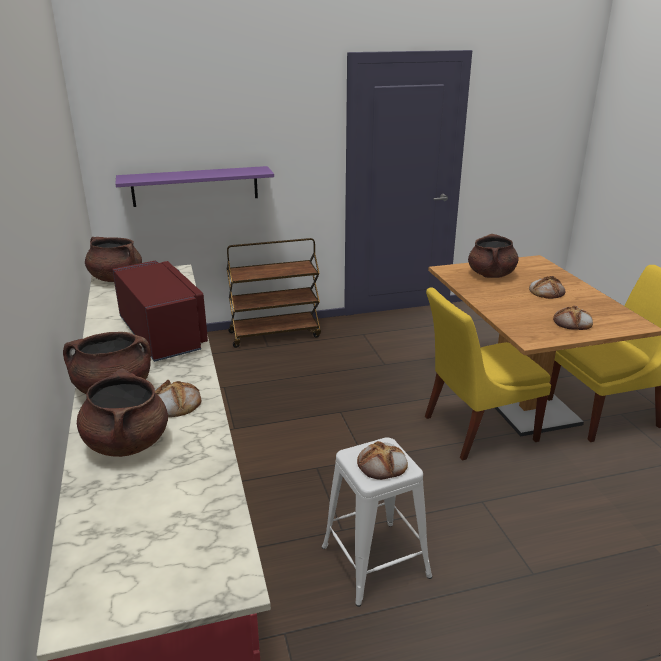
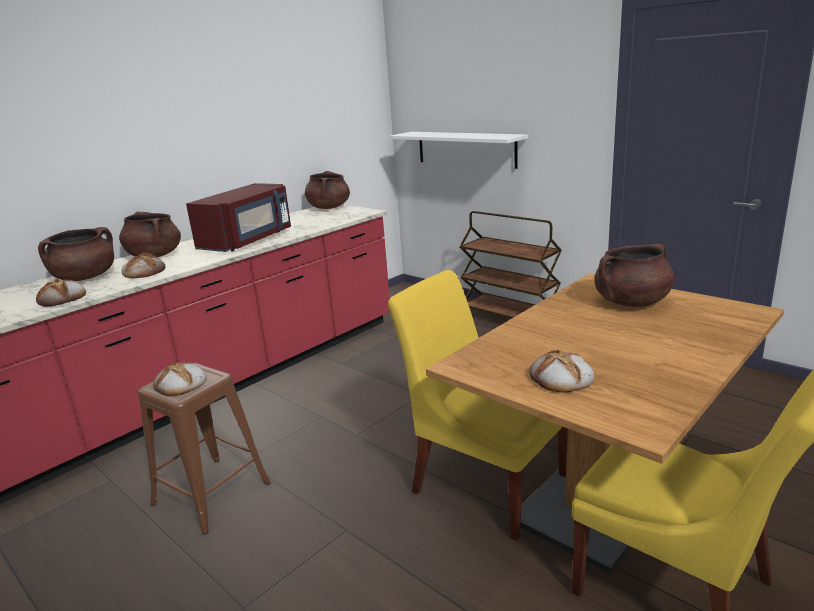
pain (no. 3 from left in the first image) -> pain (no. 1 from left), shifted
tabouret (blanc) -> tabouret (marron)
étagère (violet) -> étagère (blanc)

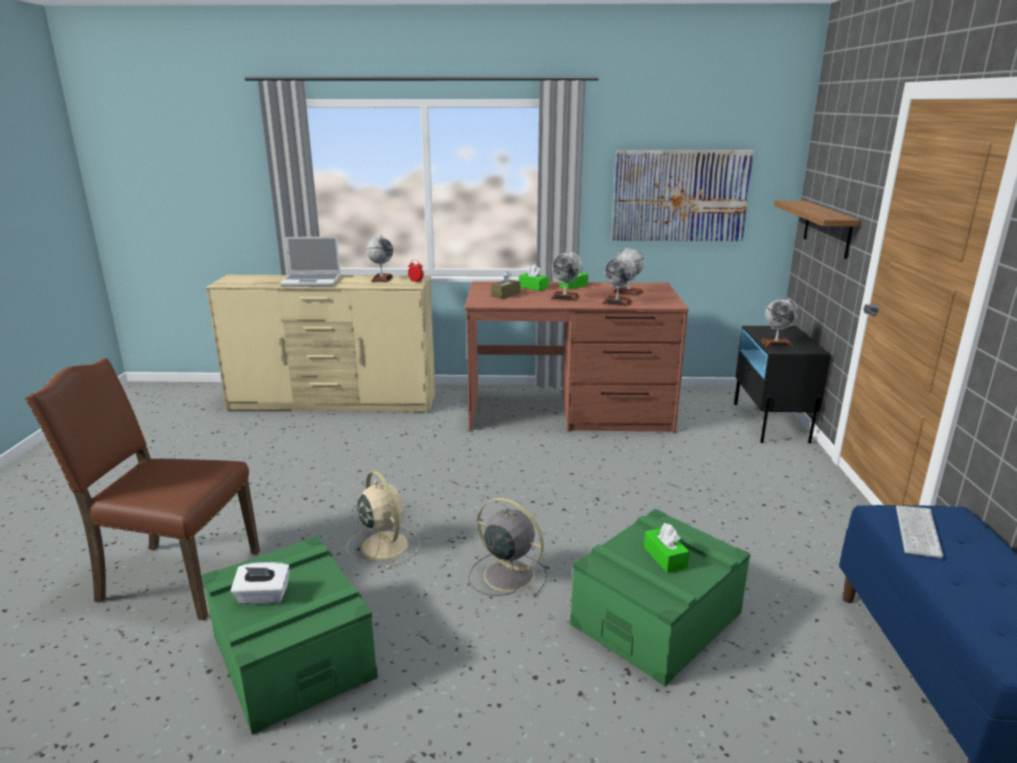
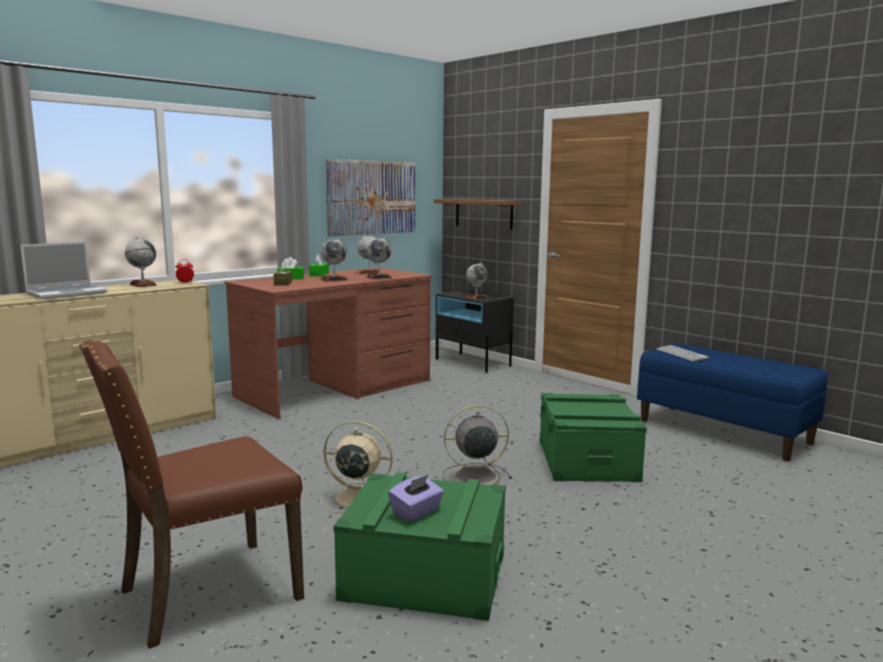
boîte à mouchoirs (blanc) -> boîte à mouchoirs (violet)
boîte à mouchoirs (vert) (no. 3 from left) -> none

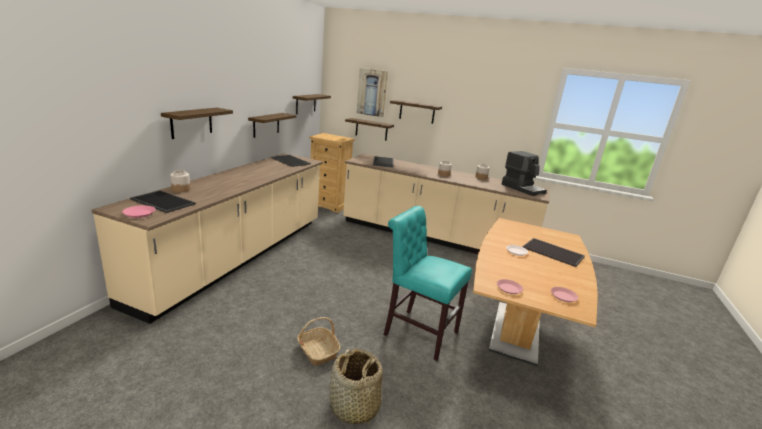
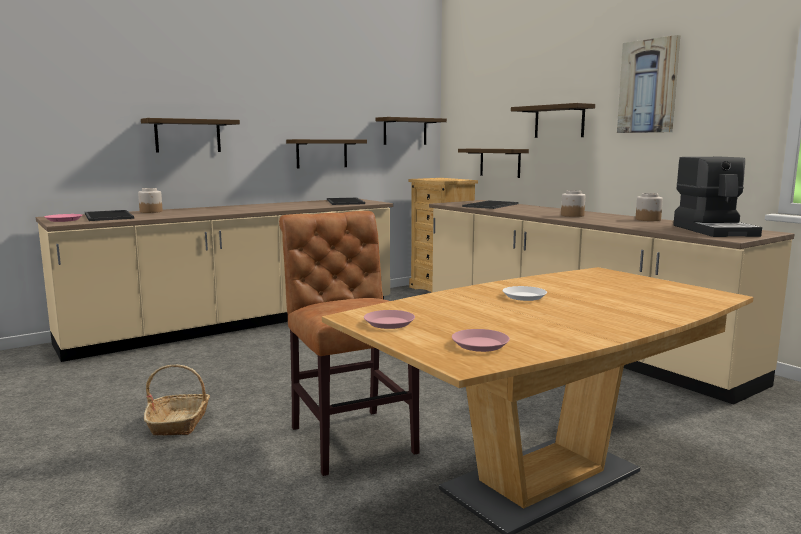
chaise (turquoise) -> chaise (marron)
tableau, shifted
panier (no. 2 from left) -> none
plateau (no. 4 from left) -> none

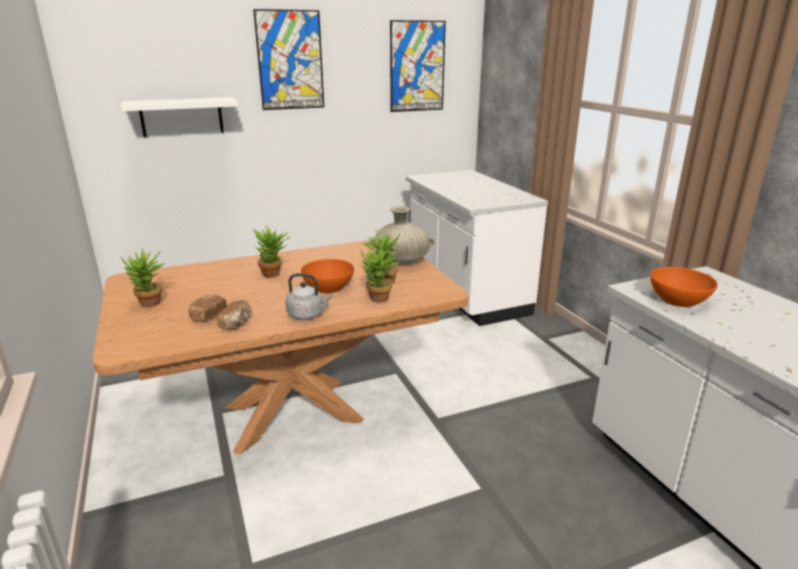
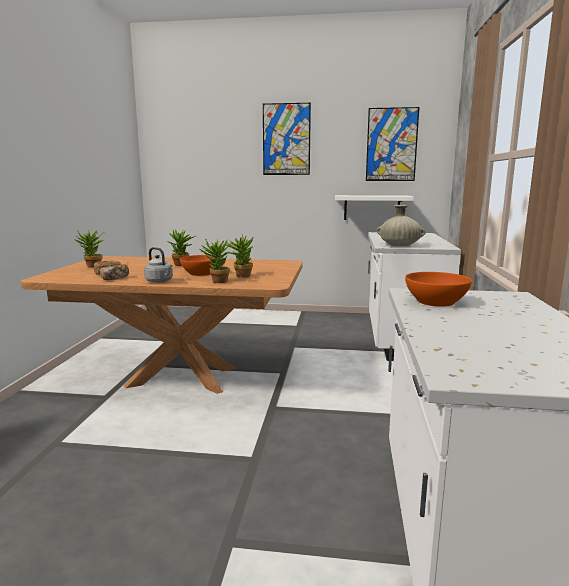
étagère (blanc), shifted
vase (beige), shifted

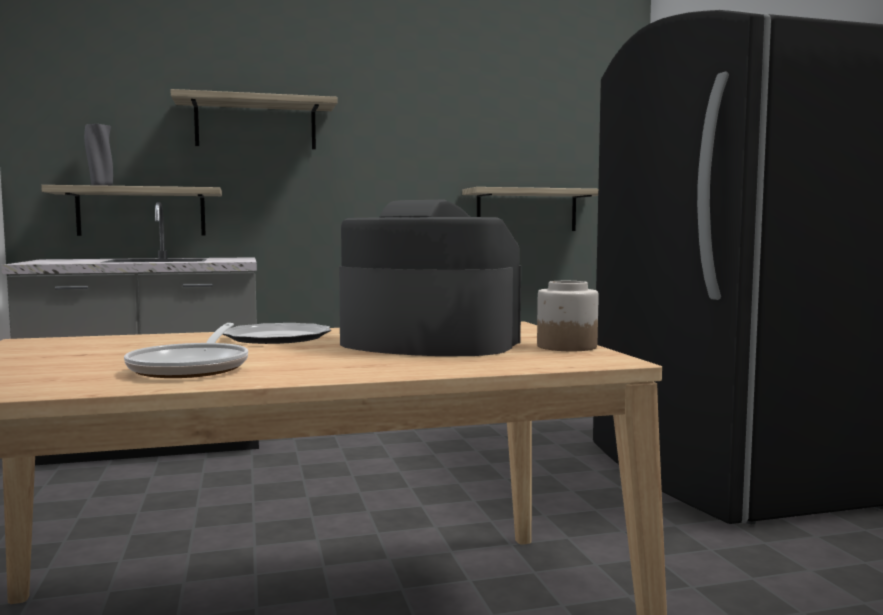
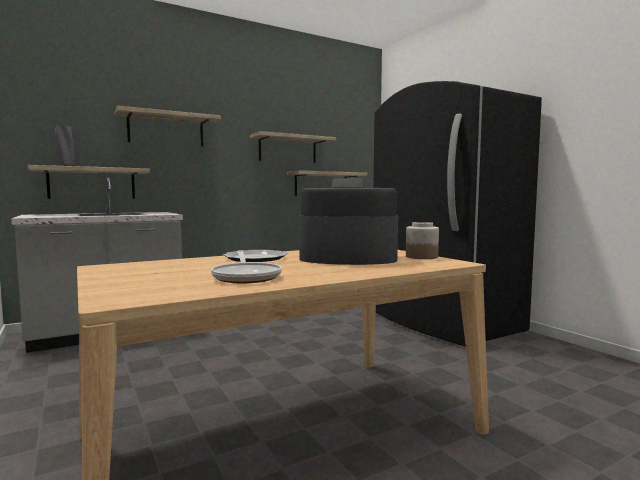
none -> étagère (no. 3 from left)

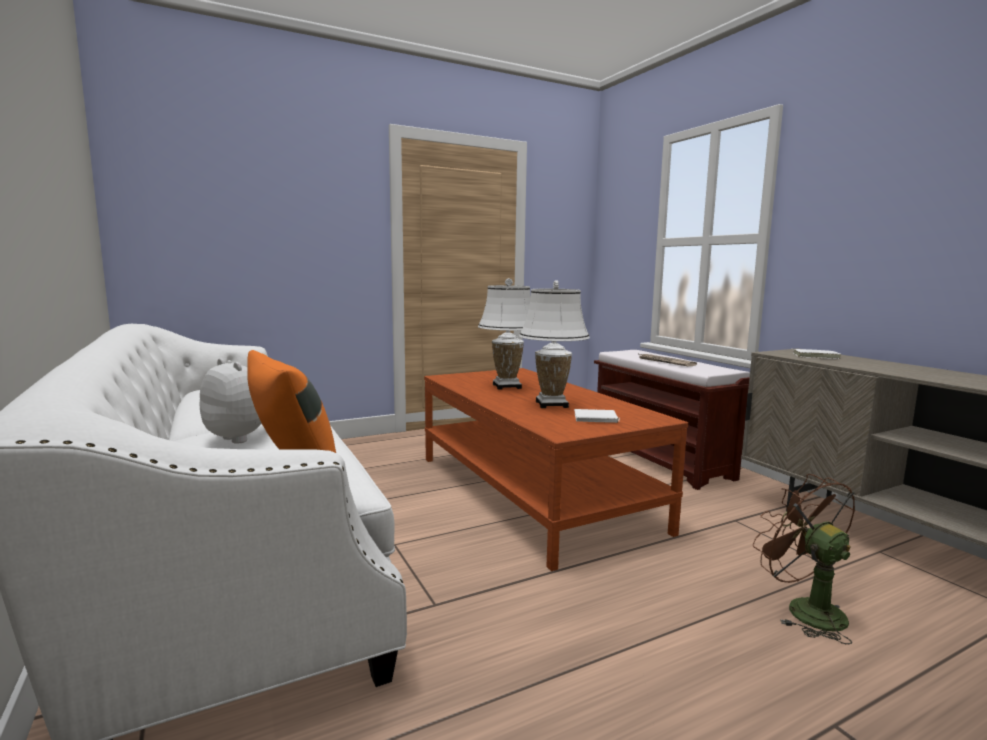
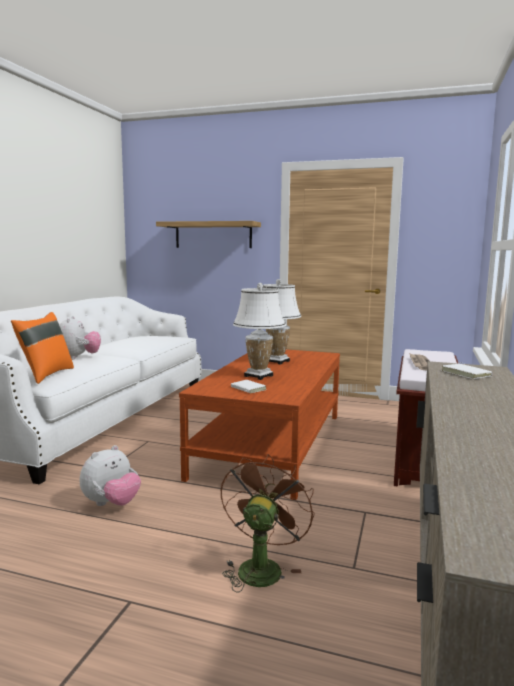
none -> peluche (no. 2 from left)
none -> étagère

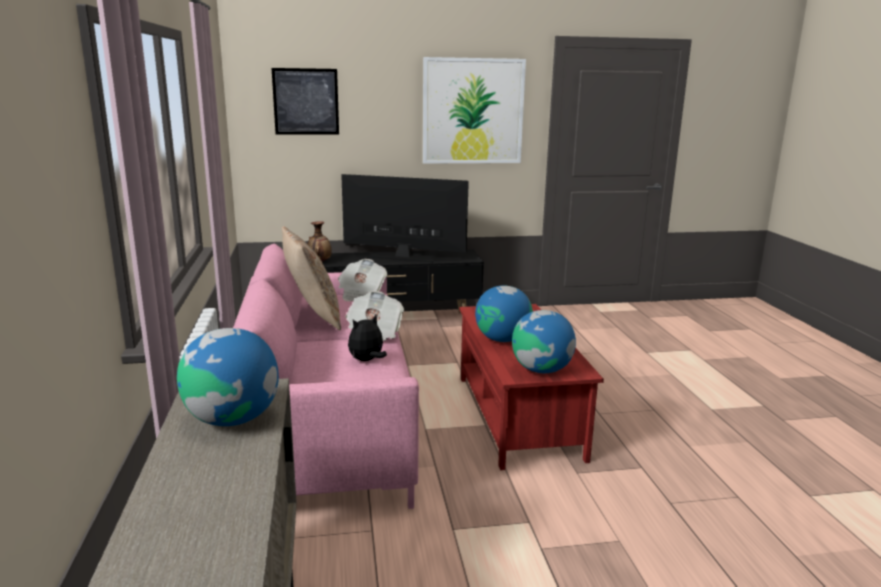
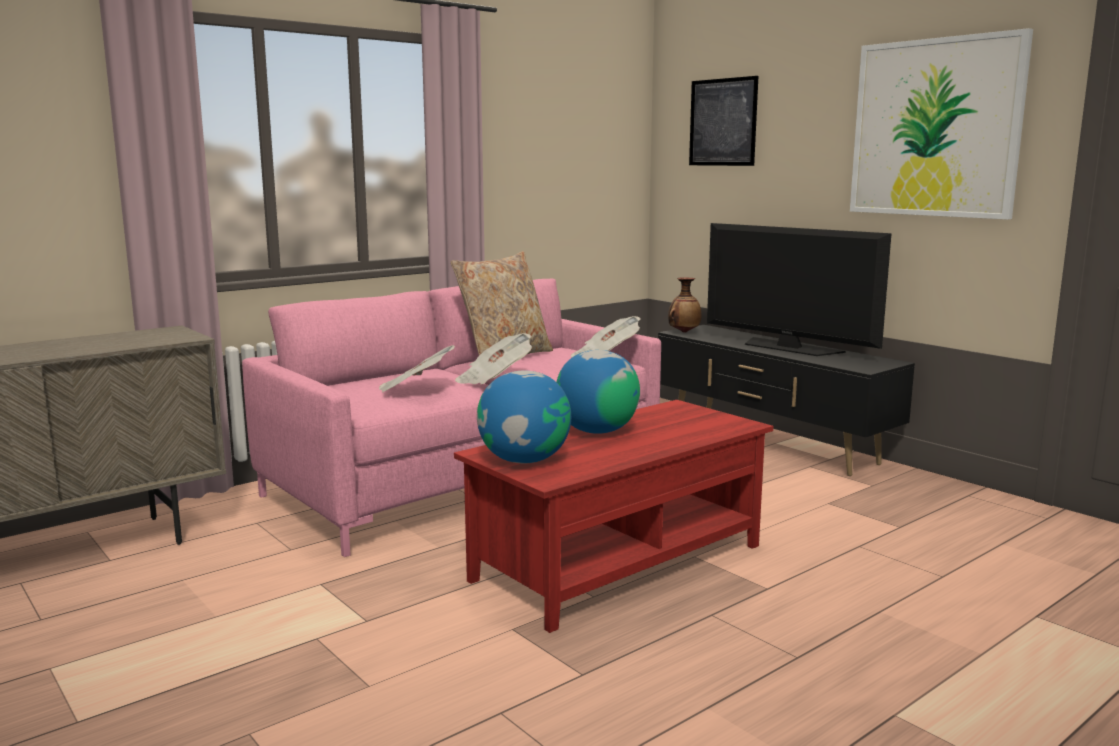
peluche -> journal (no. 1 from left)
téléviseur, 150 degrees clockwise
globe (no. 1 from left) -> none

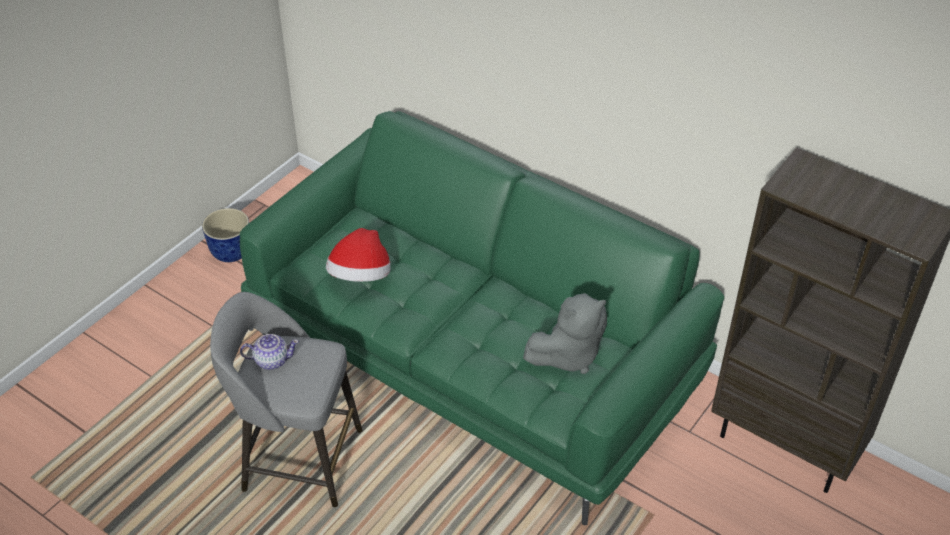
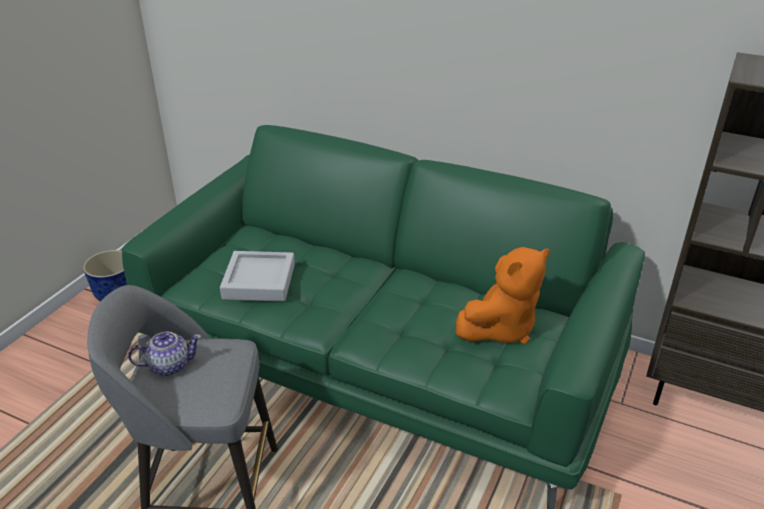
chapeau -> plateau (gris)
peluche (gris) -> peluche (orange)

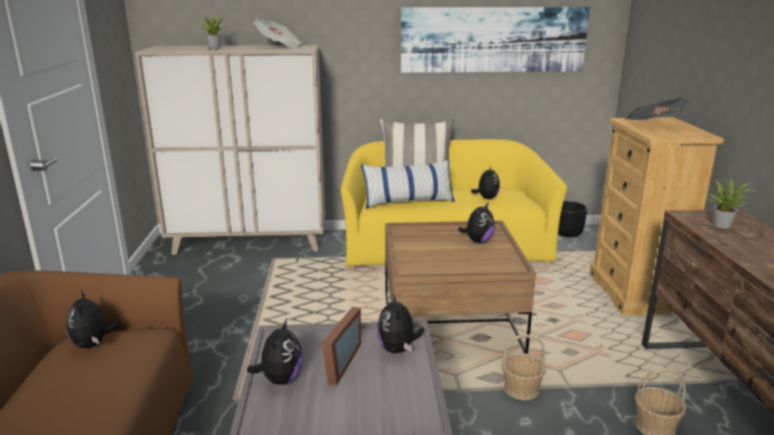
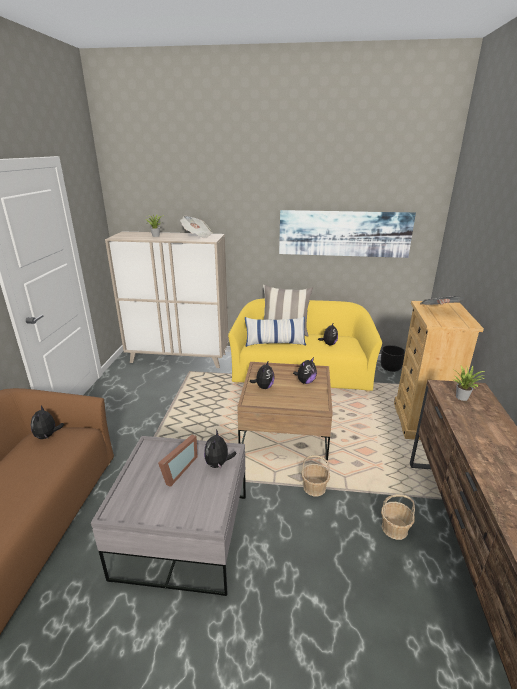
peluche (no. 2 from left in the first image) -> peluche (no. 3 from left), shifted

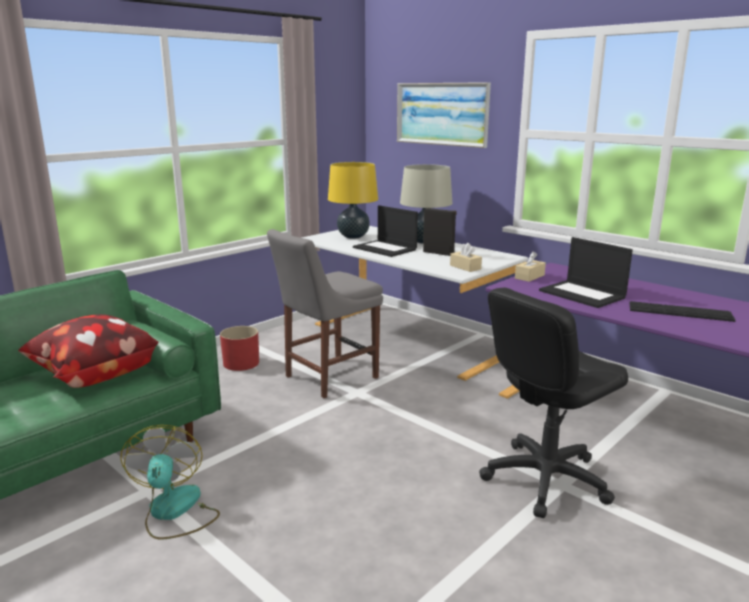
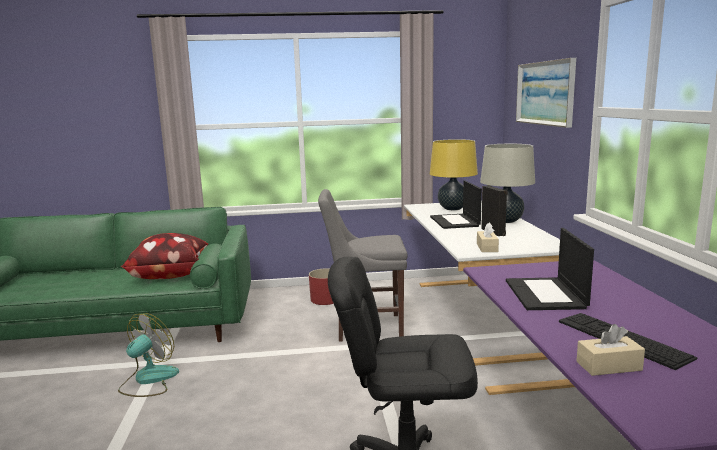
boîte à mouchoirs (beige) (no. 2 from left), shifted

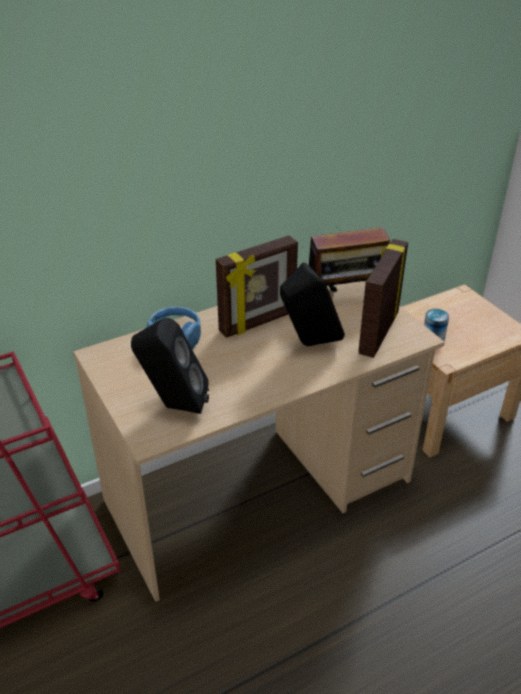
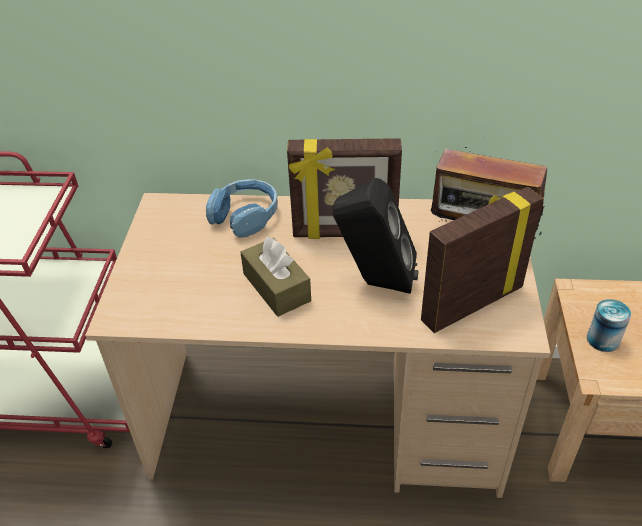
none -> boîte à mouchoirs (marron)
enceinte (noir) (no. 1 from left) -> none

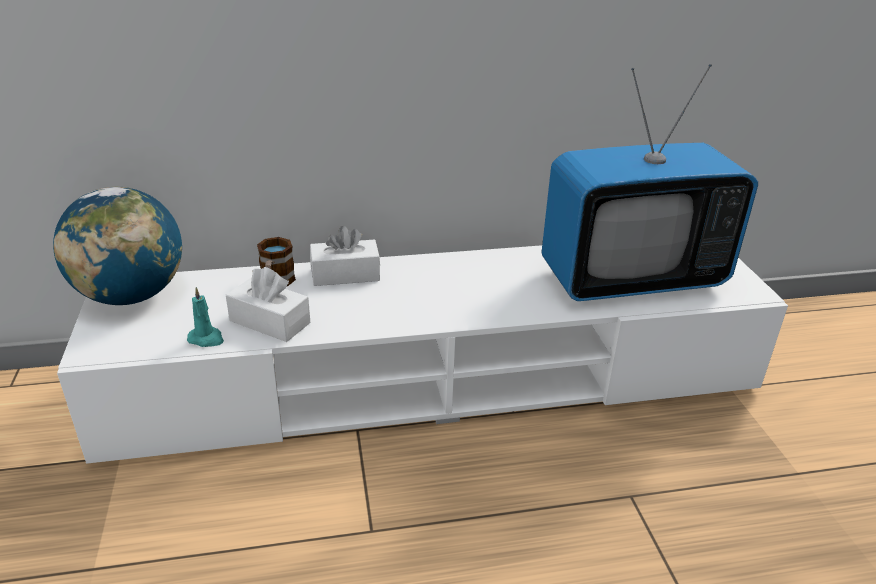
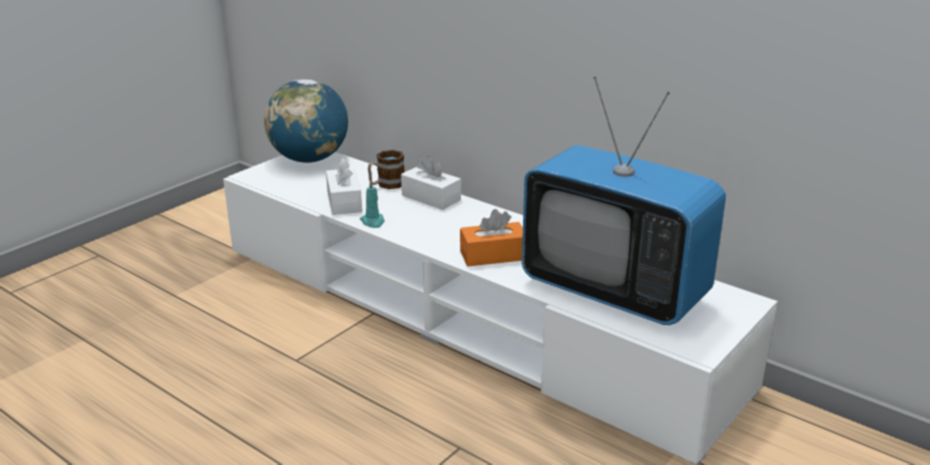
bougie (turquoise), shifted
none -> boîte à mouchoirs (orange)

